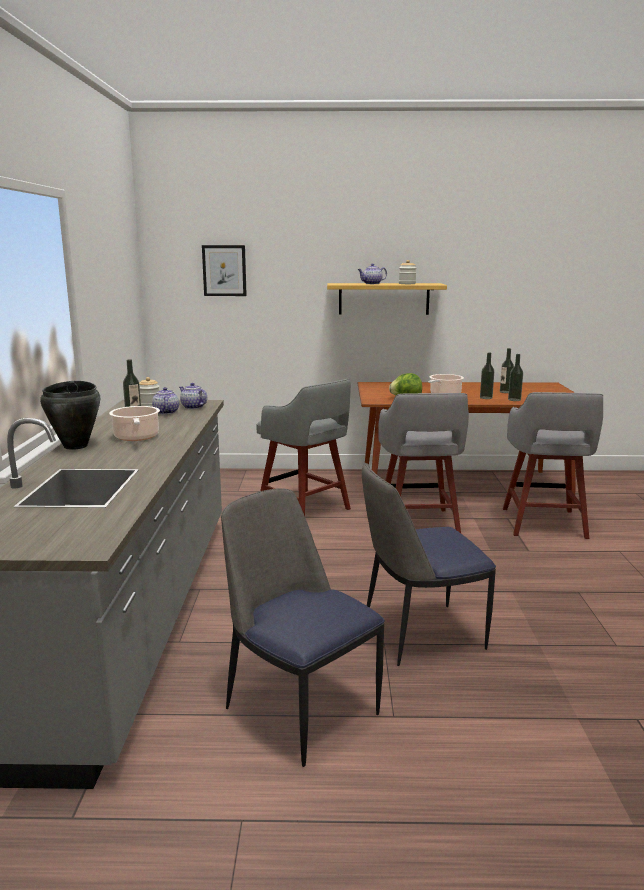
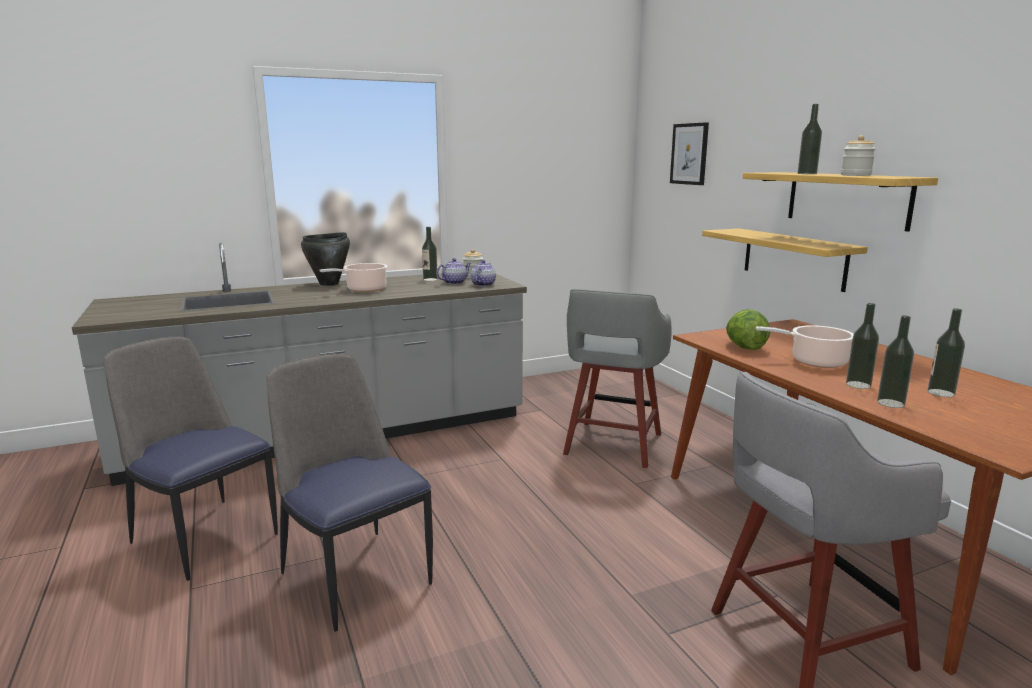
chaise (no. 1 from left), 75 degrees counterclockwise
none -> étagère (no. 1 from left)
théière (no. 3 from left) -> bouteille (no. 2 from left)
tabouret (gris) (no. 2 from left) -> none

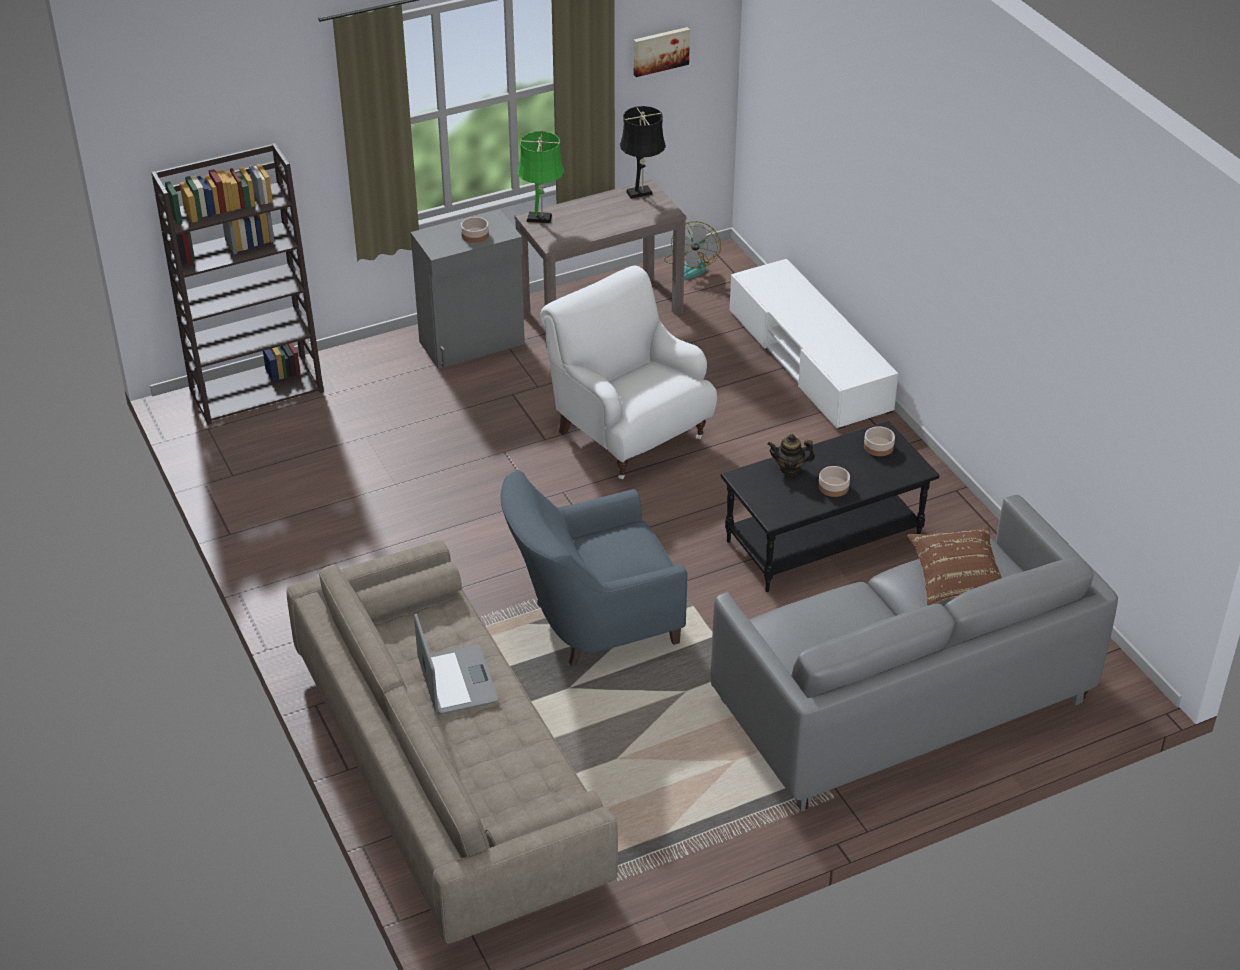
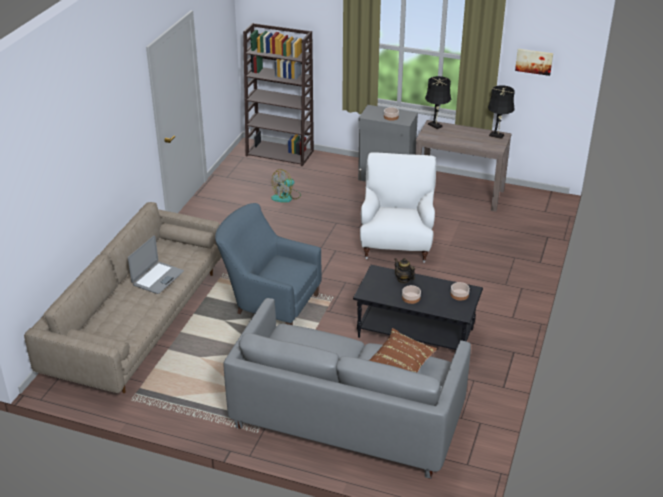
ventilateur, shifted
lampe de table (vert) -> lampe de table (noir) (no. 1 from left)
meuble télé (blanc) -> none

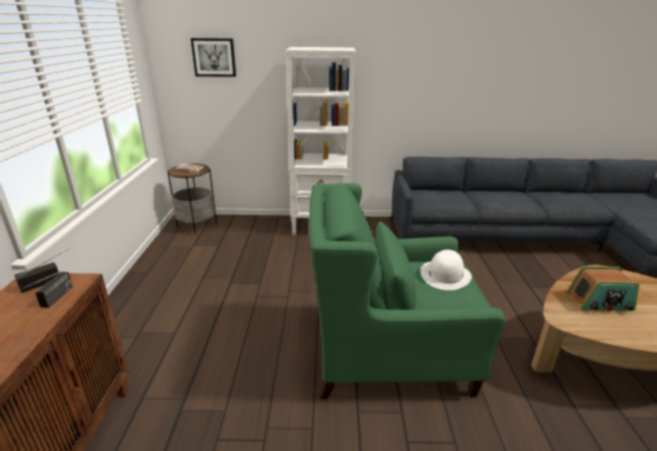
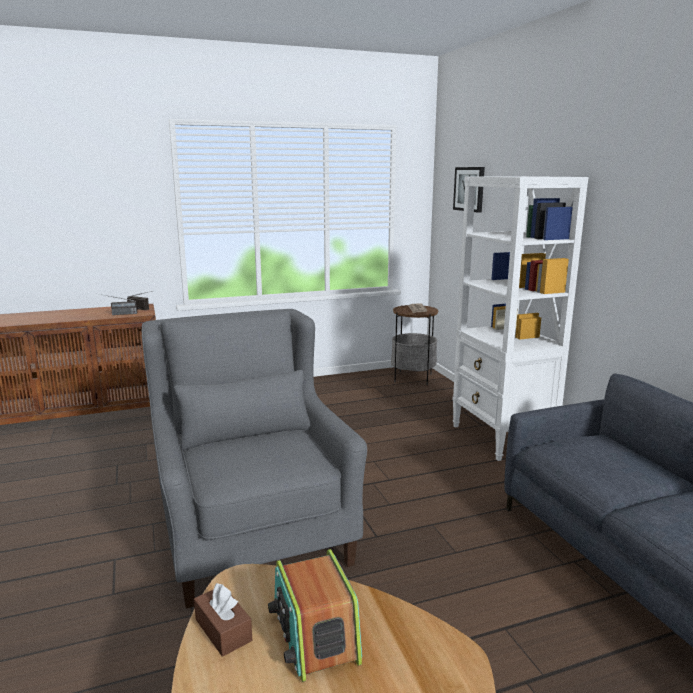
fauteuil (vert) -> fauteuil (gris)
none -> boîte à mouchoirs (marron)
chapeau (blanc) -> none

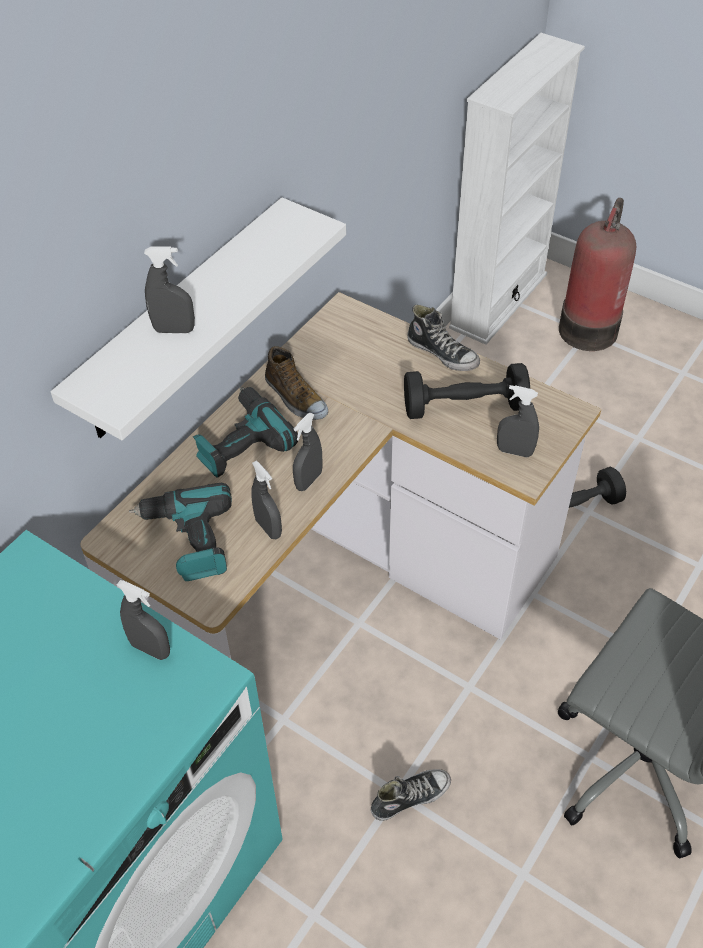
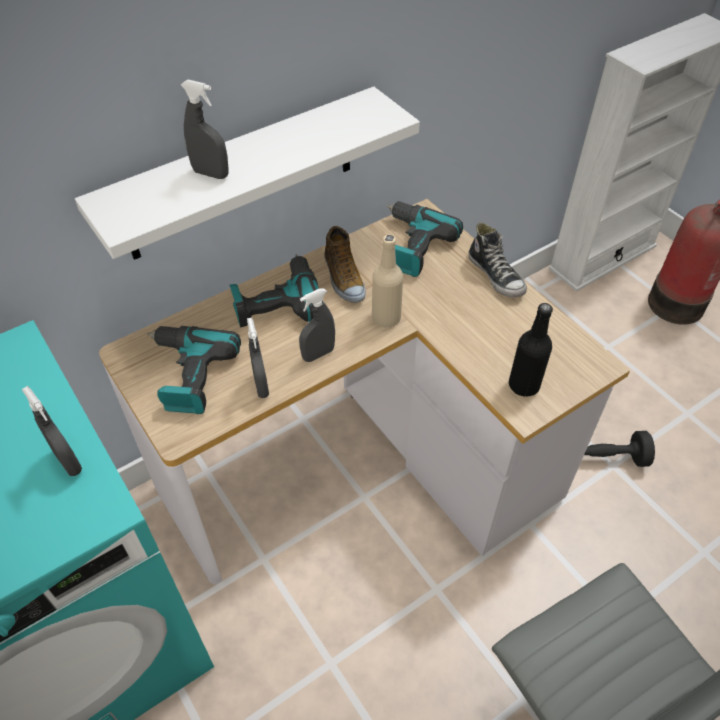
none -> bouteille (beige)
none -> perceuse (no. 3 from left)
vaporisateur (gris) (no. 5 from left) -> bouteille (noir)
chaussure (no. 2 from left) -> none
haltère (noir) (no. 1 from left) -> none

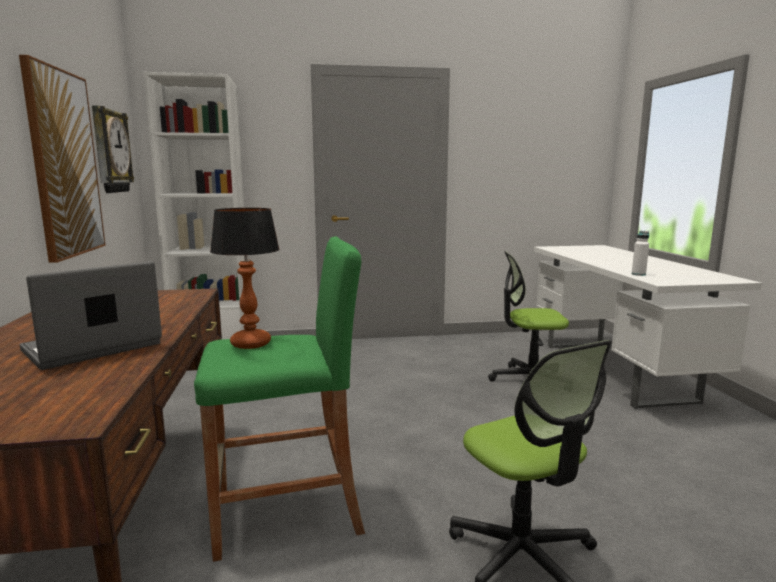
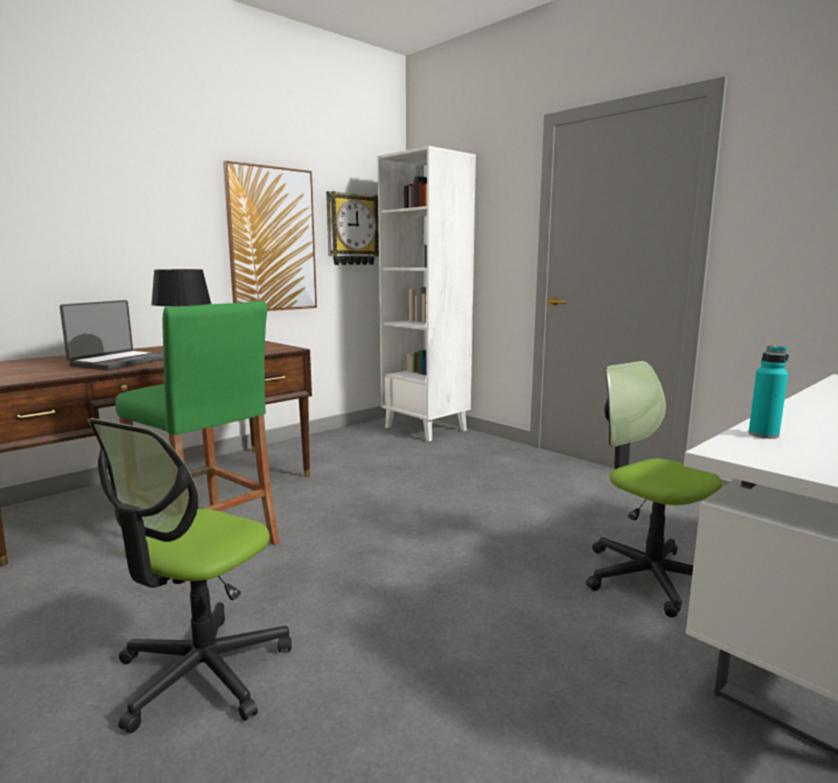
ordinateur portable, 105 degrees clockwise
bouteille (blanc) -> bouteille (turquoise)

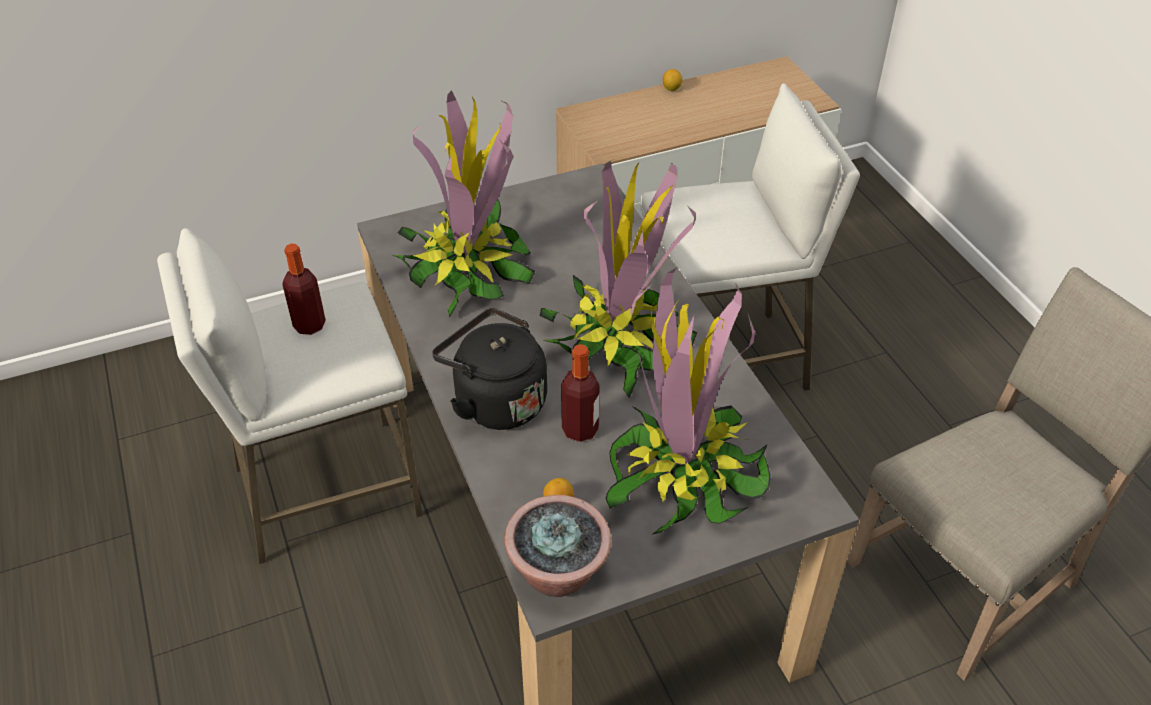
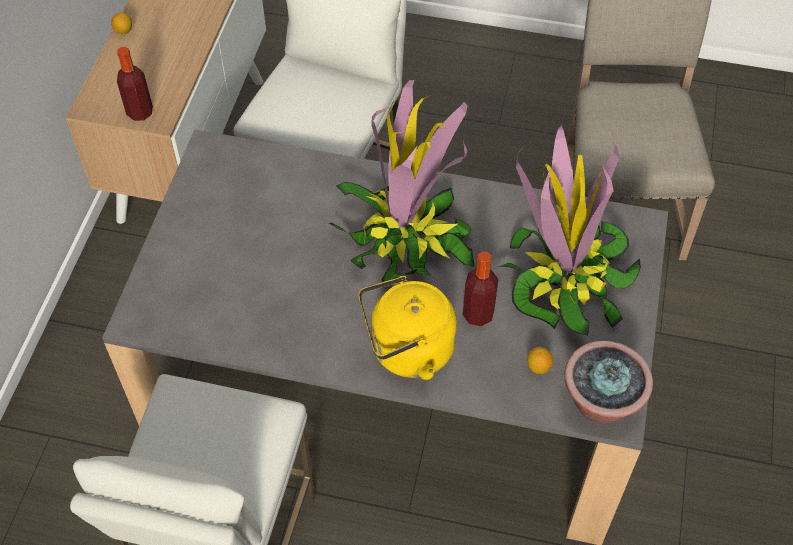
bouteille (no. 1 from left), shifted
bouilloire (noir) -> bouilloire (jaune)
plante en pot (no. 1 from left) -> none

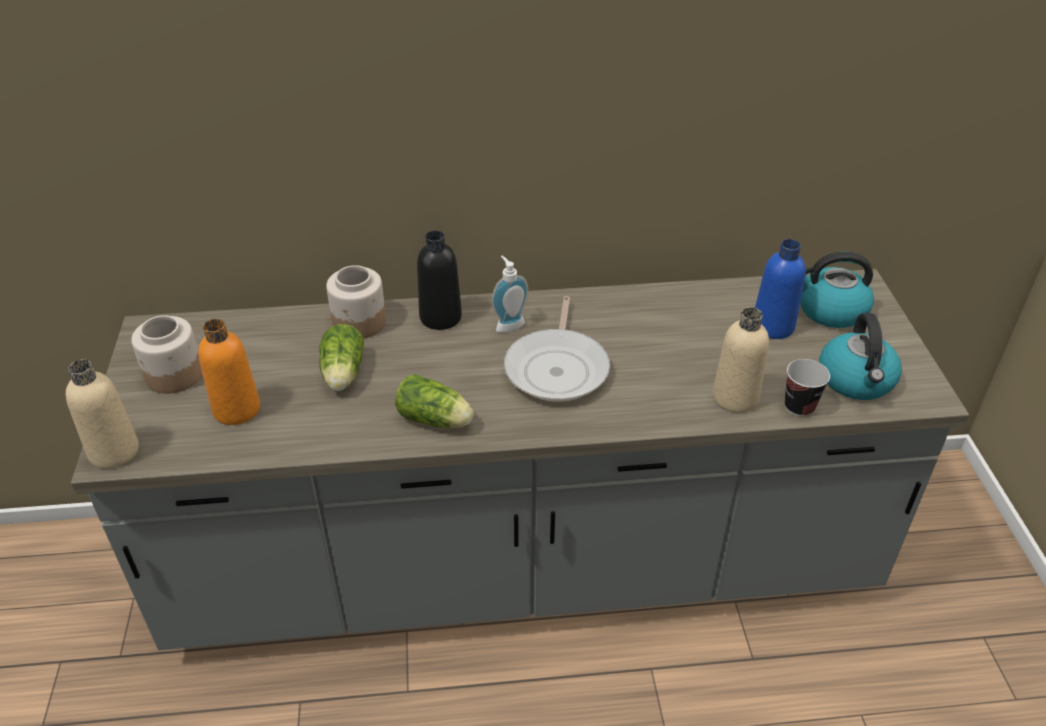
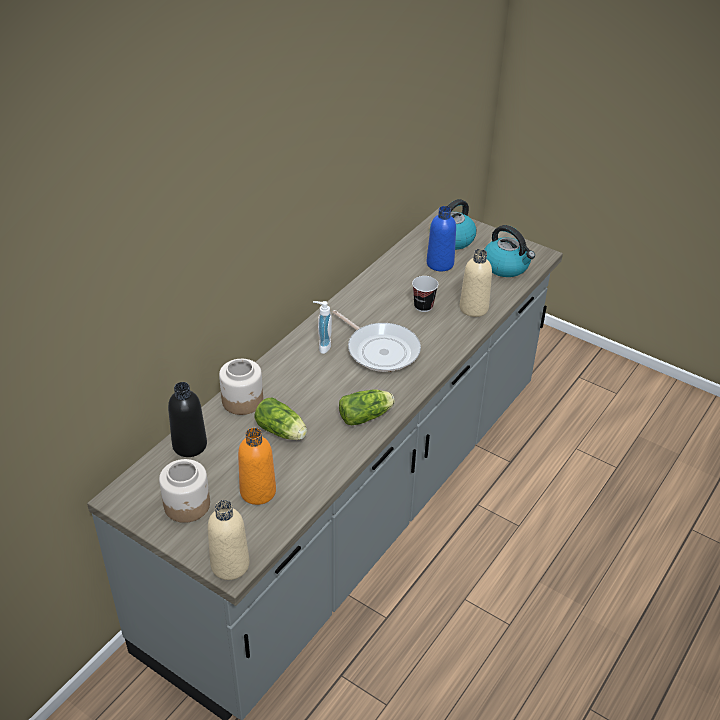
bouteille (noir), shifted
tasse, shifted

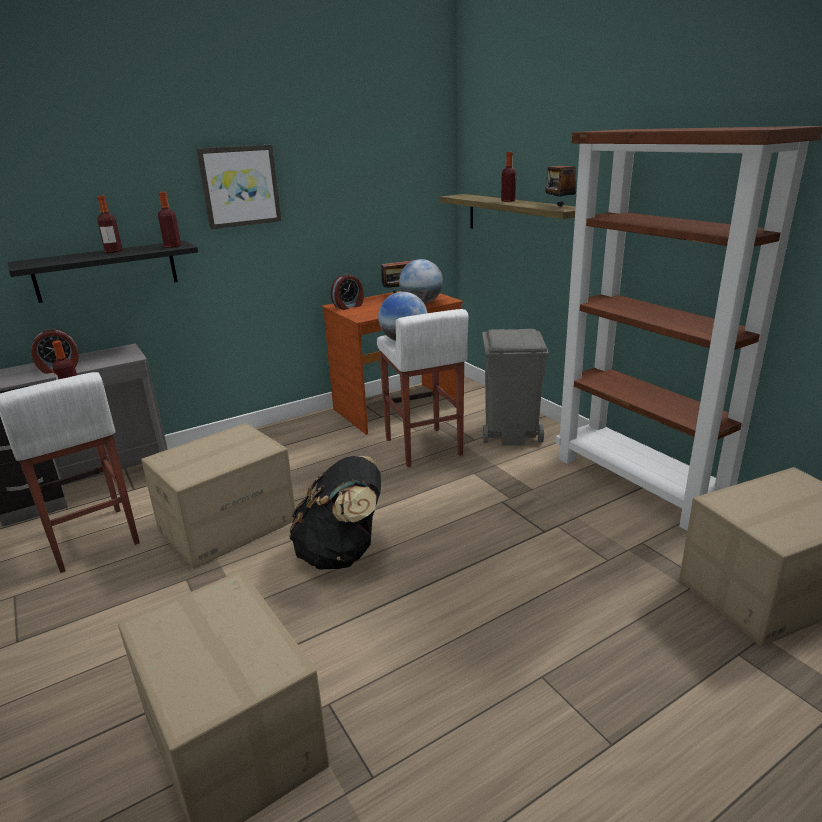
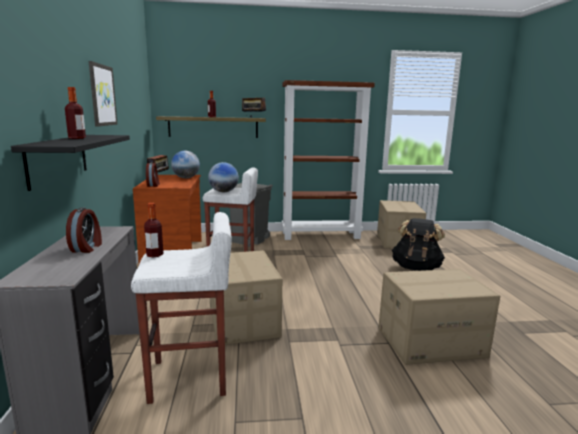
sac à dos (noir), shifted
bouteille (no. 3 from left) -> none

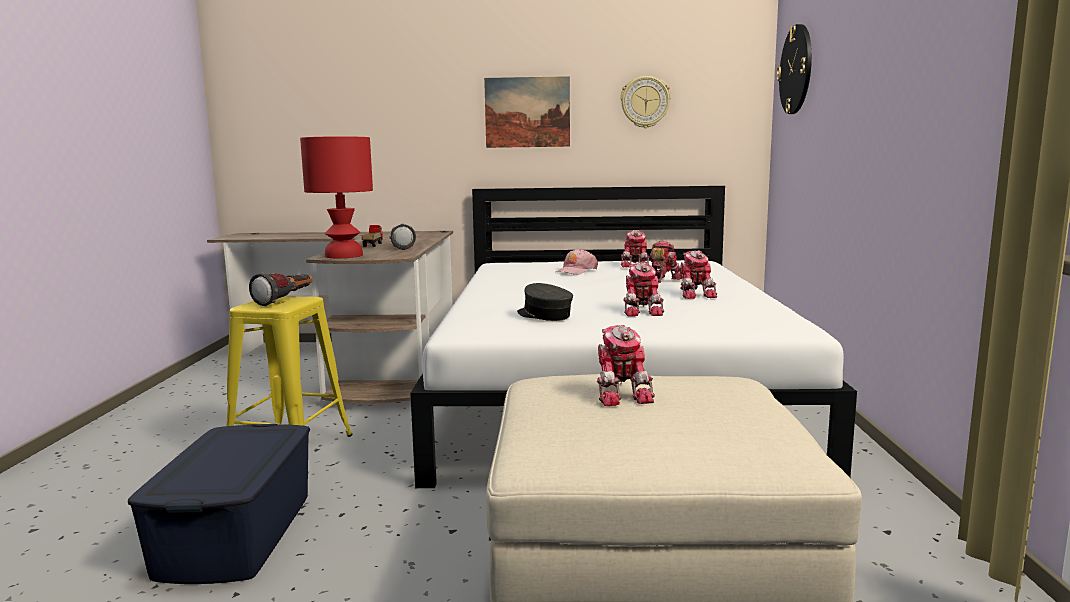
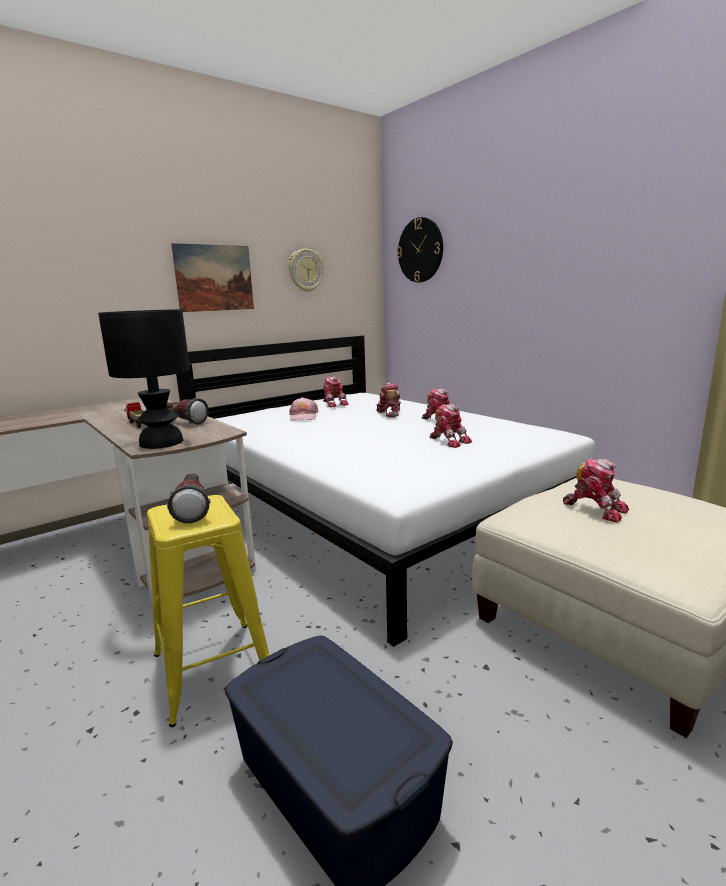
lampe de table (rouge) -> lampe de table (noir)
casquette (gris) -> none

